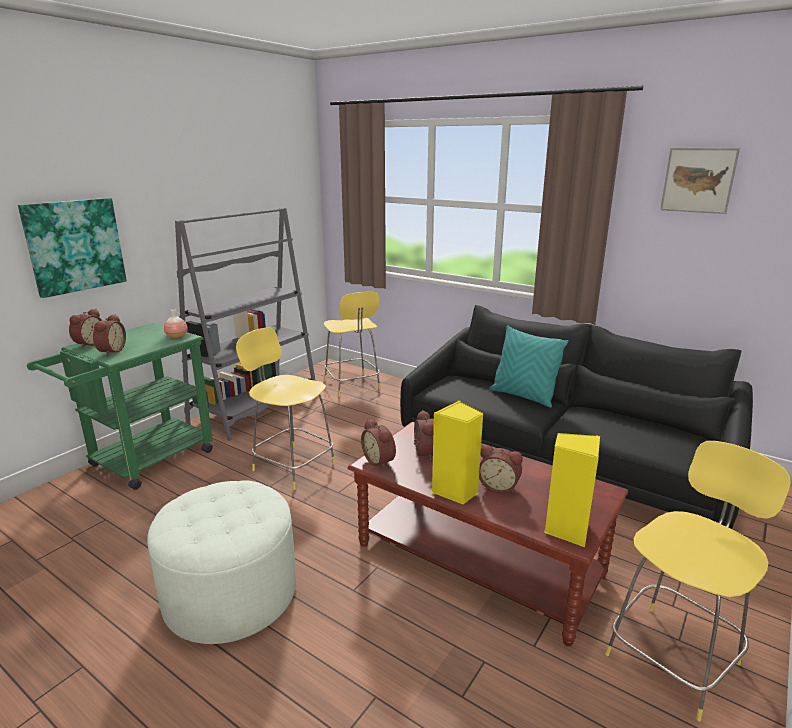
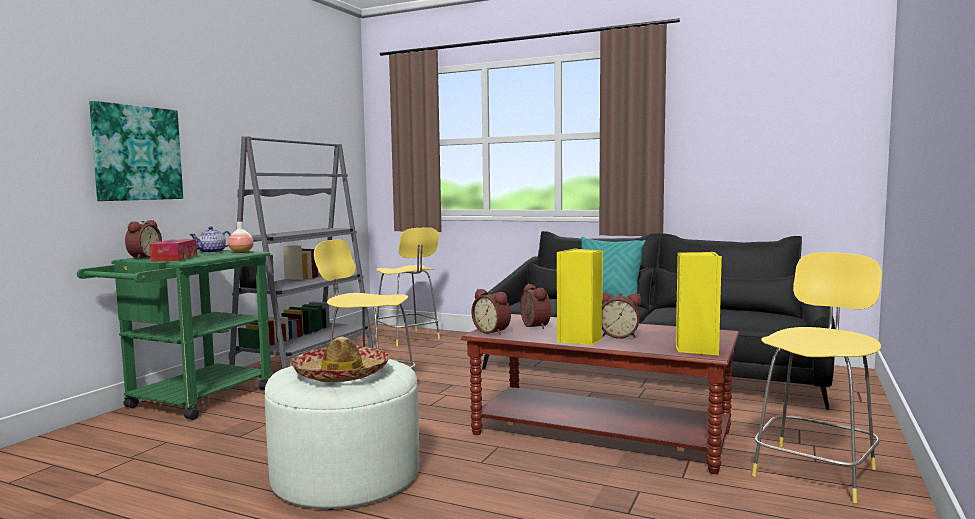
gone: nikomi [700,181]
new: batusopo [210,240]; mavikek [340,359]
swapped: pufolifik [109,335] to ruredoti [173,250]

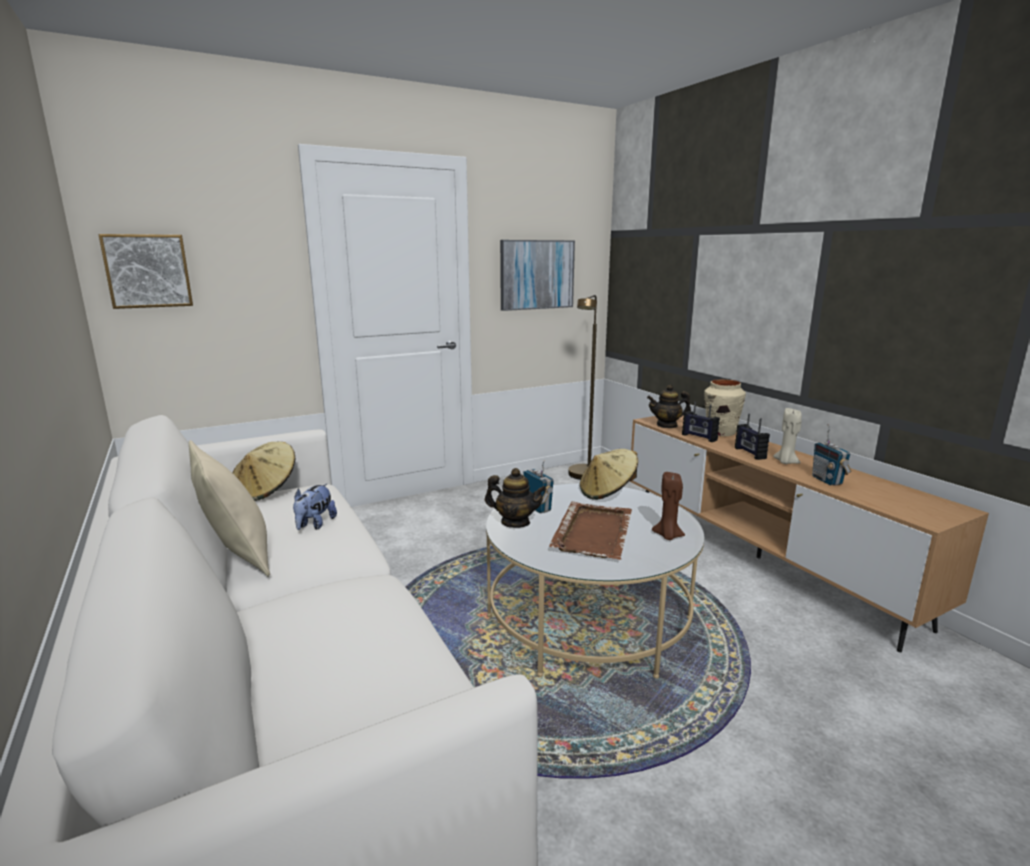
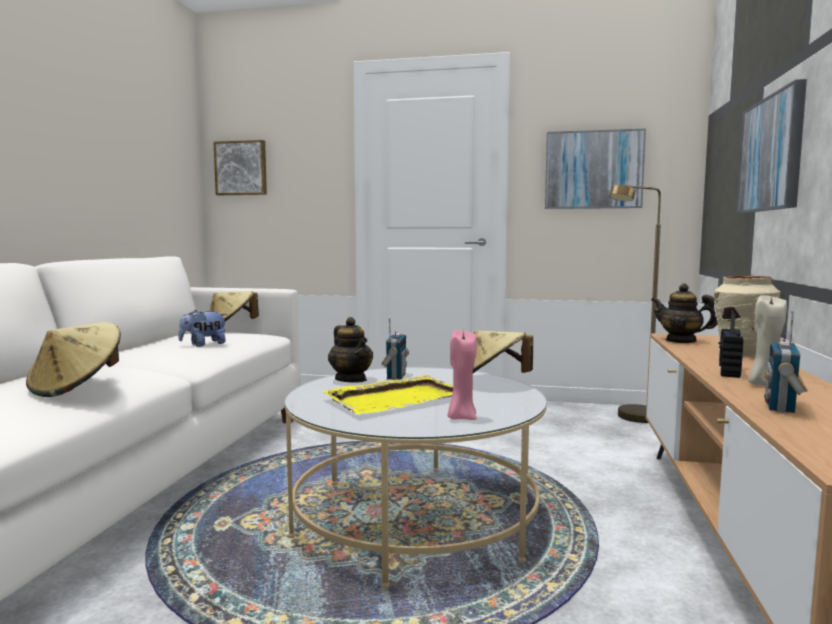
gone: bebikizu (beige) [229,508]; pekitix [701,421]
new: mavikek (beige) [73,359]; nikomi [771,146]
repainted: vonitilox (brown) [591,530] to vonitilox (yellow) [387,394]; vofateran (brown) [668,506] to vofateran (pink) [462,375]

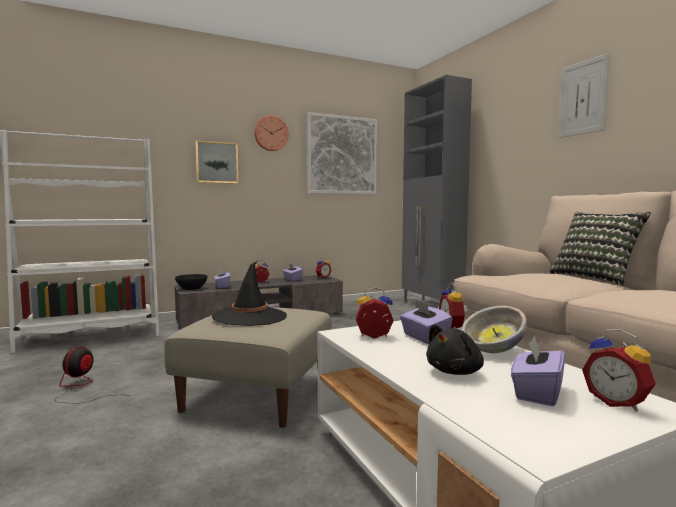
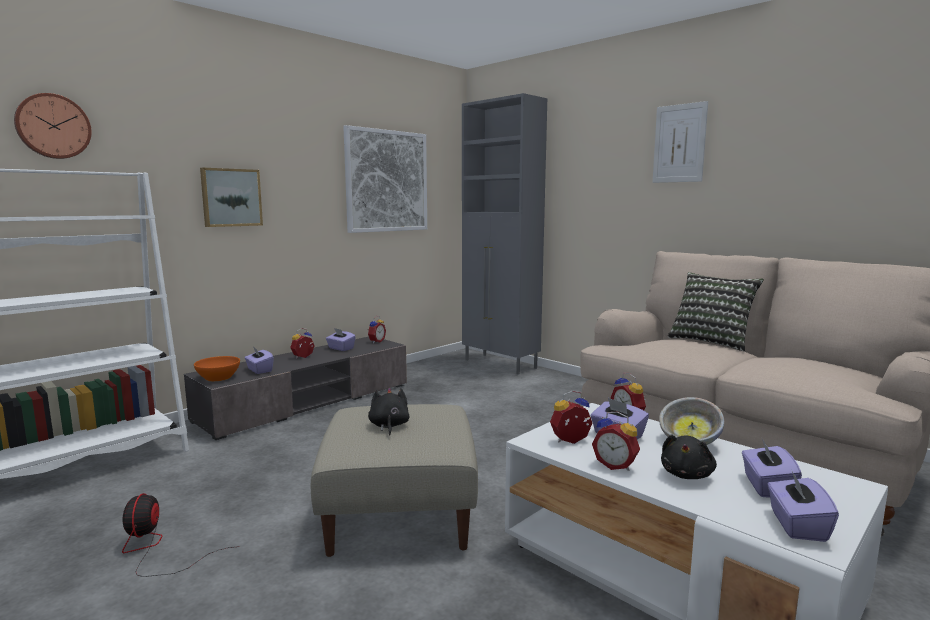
new: ruredoti (purple) [803,505]
shifted: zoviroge [271,133] to [53,126]; pufolifik [619,370] to [616,441]
swapped: mavikek (black) [249,293] to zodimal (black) [388,412]
repainted: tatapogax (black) [191,282] to tatapogax (orange) [217,368]

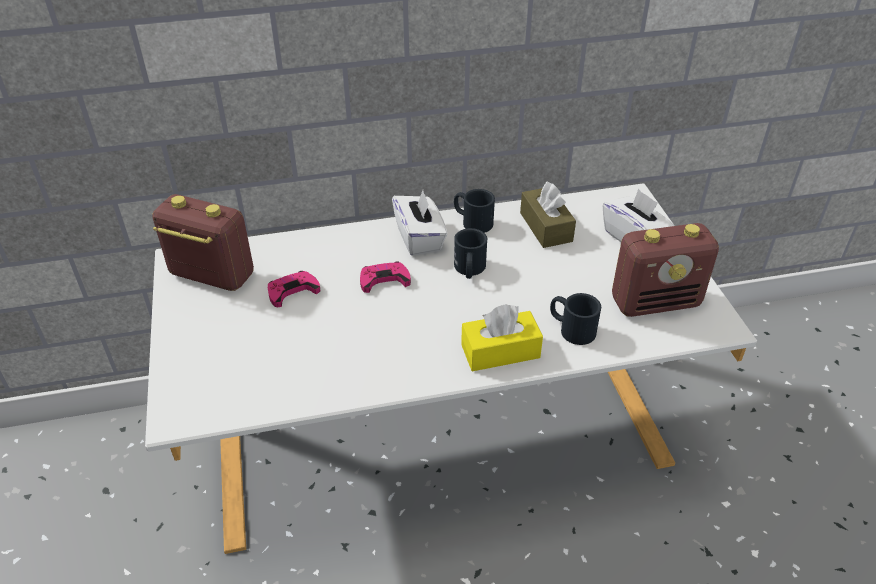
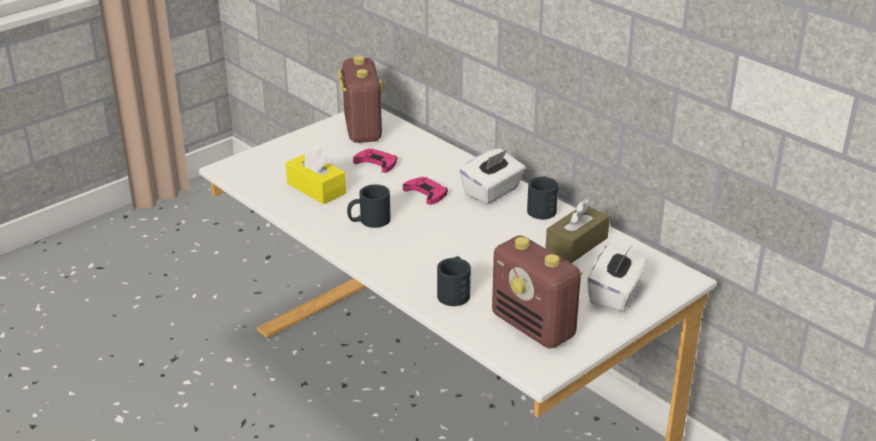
shifted: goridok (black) [470,253] to [369,206]; ruredoti (yellow) [502,337] to [316,174]

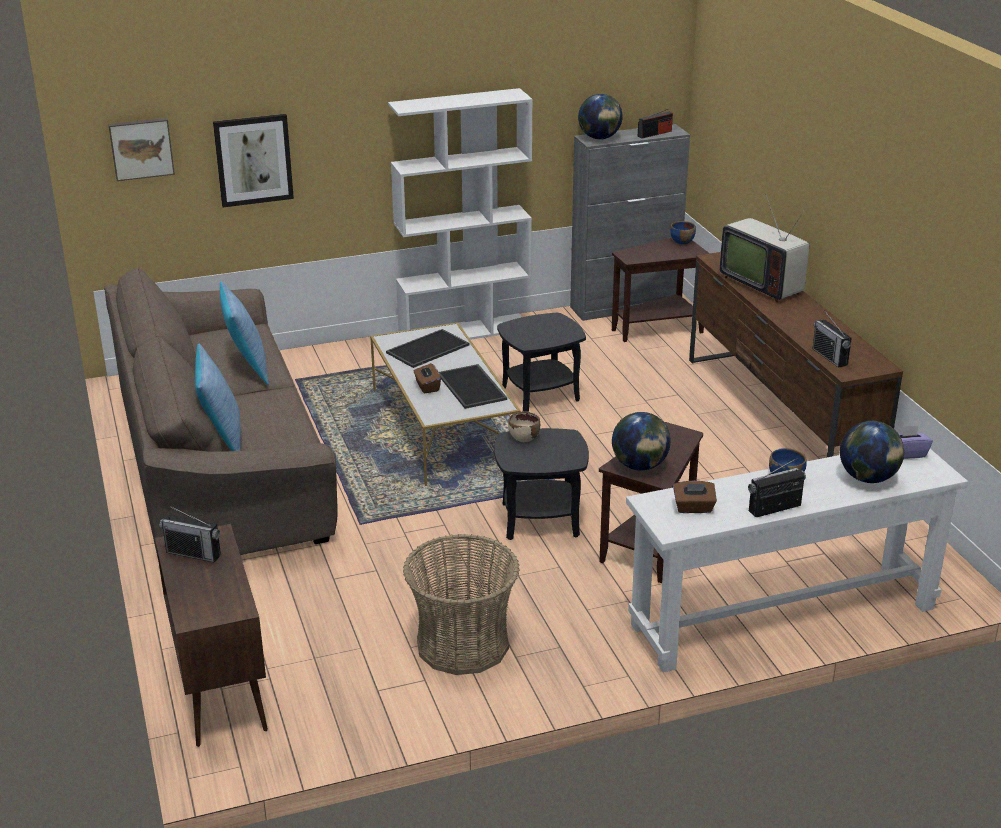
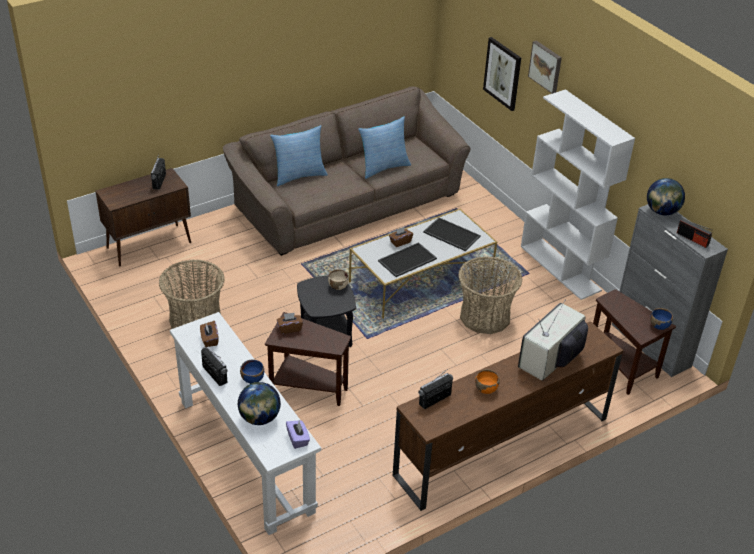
new: tatapogax (orange) [487,381]
shifted: nikomi [141,149] to [545,67]
swapped: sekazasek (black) [541,362] to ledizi [490,295]; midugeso [641,441] to ruredoti (brown) [290,323]

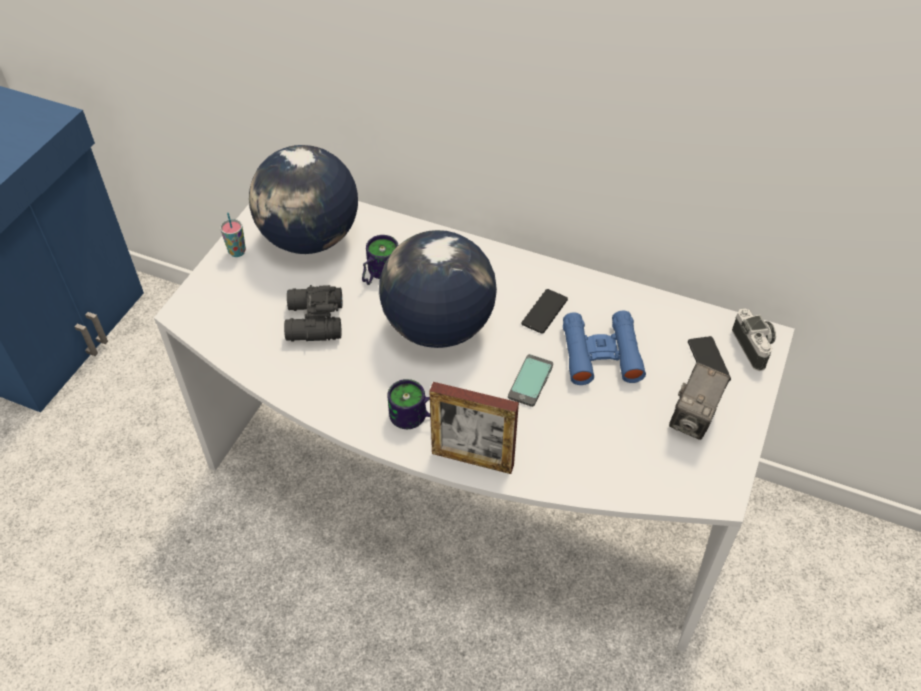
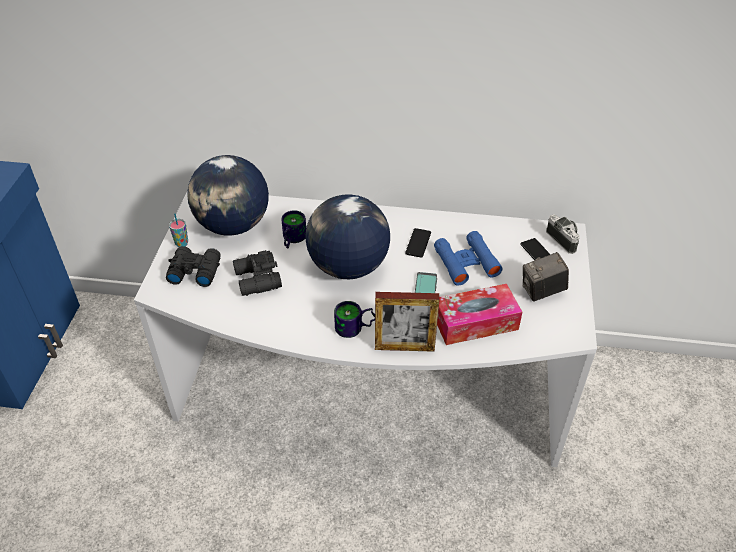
new: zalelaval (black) [193,266]; ruredoti [479,314]
rotated: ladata [699,401] = [545,277] 60 degrees clockwise

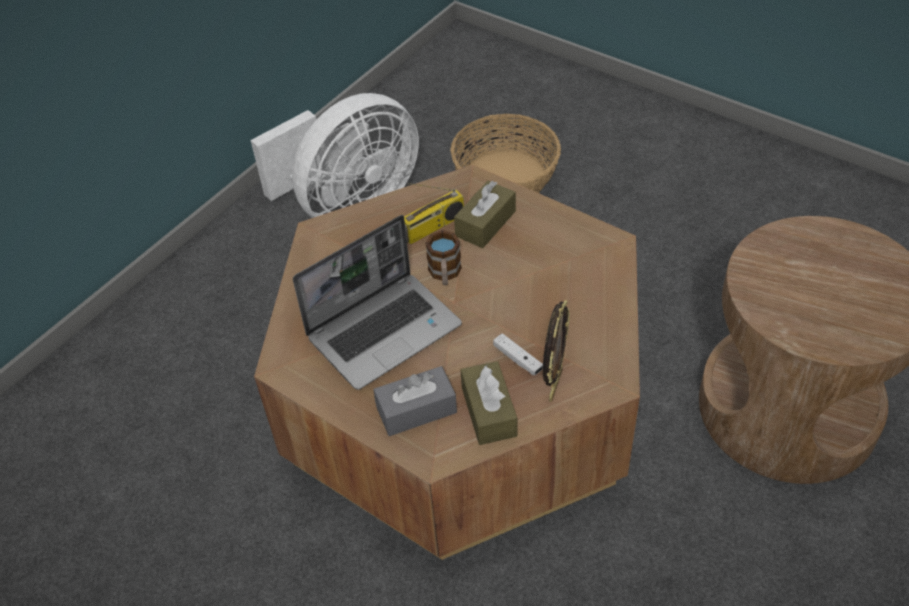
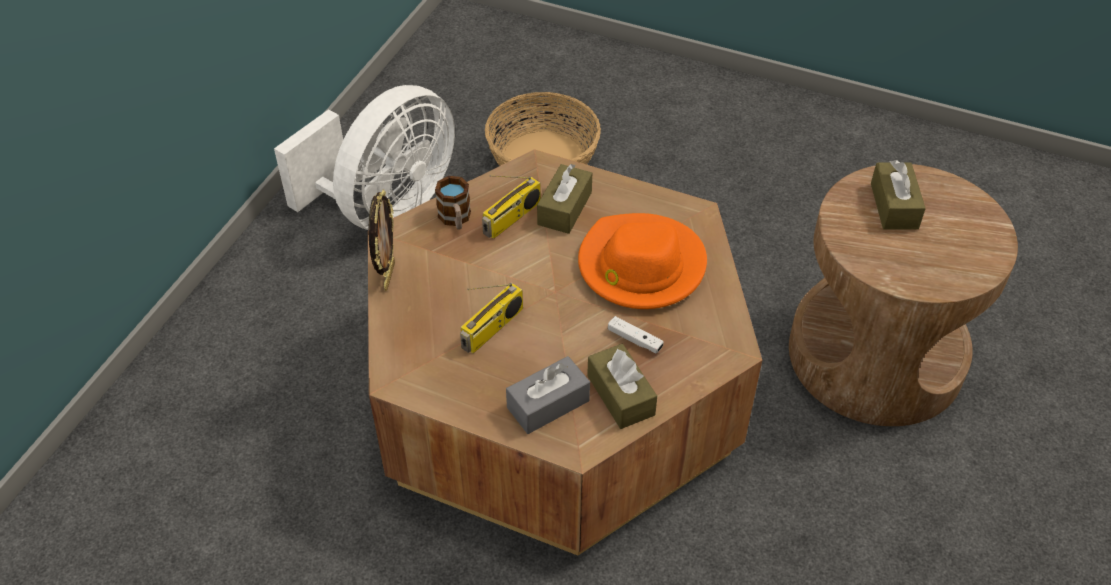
new: mavikek (orange) [642,261]; ruredoti (brown) [898,195]
shifted: goridok [443,257] to [453,203]; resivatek [556,351] to [381,240]
swapped: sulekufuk [377,302] to pekitix [491,318]

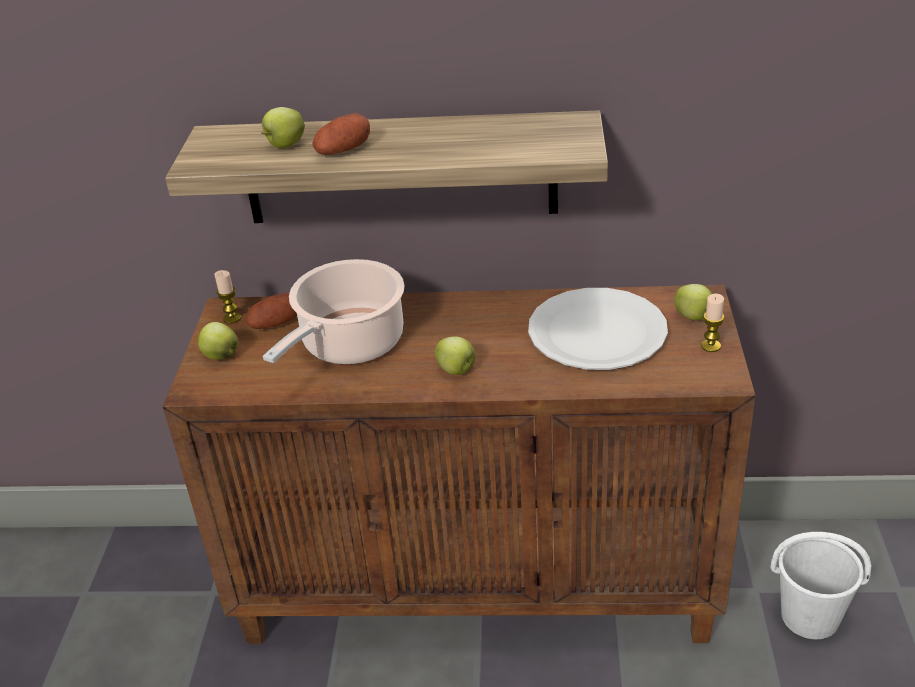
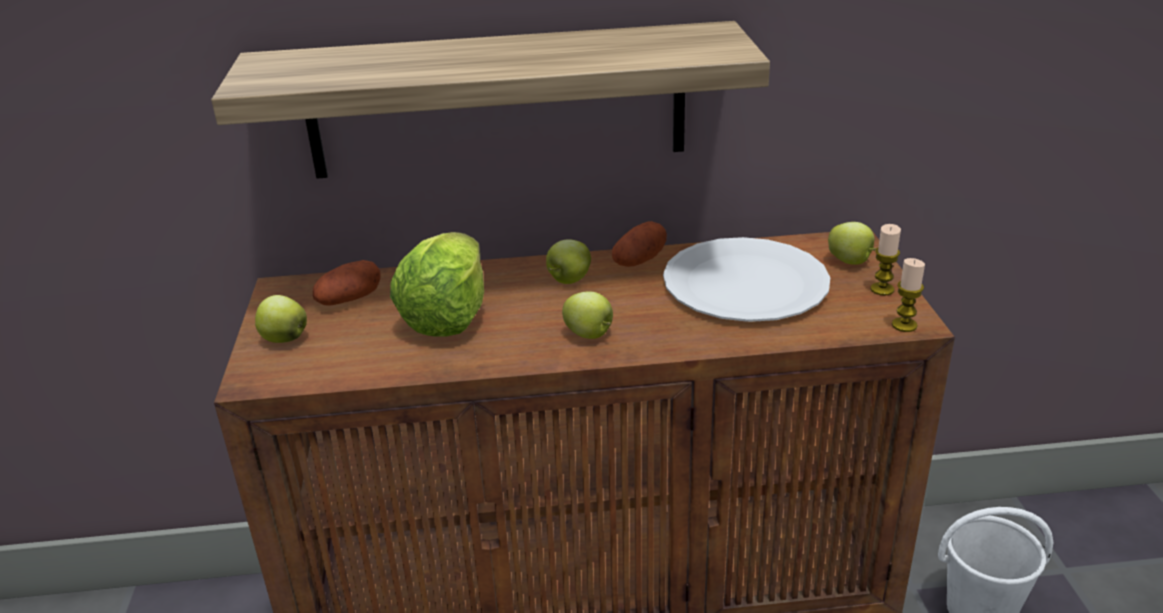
shifted: vofateran [227,297] to [908,295]; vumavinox [283,127] to [568,261]; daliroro [341,134] to [639,244]
swapped: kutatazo [333,311] to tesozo [437,284]

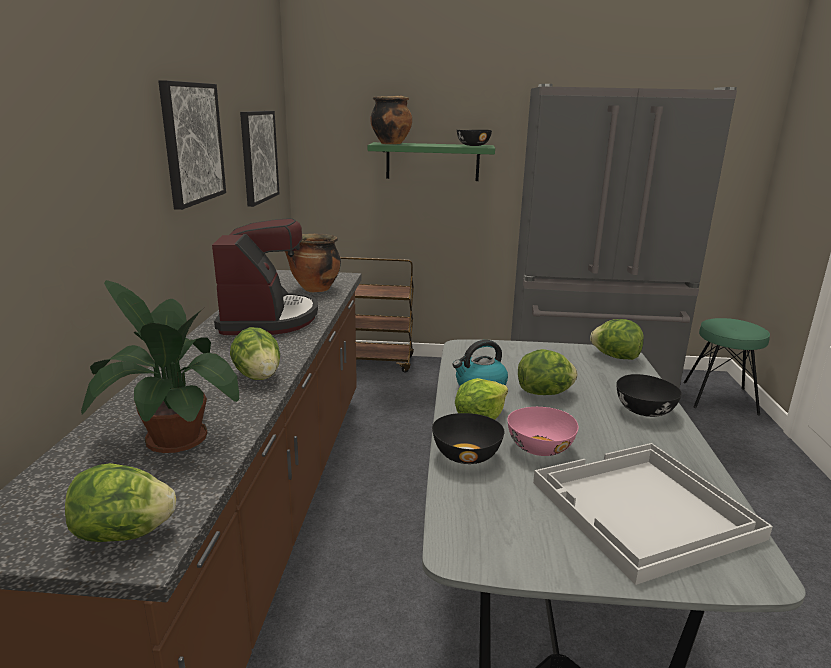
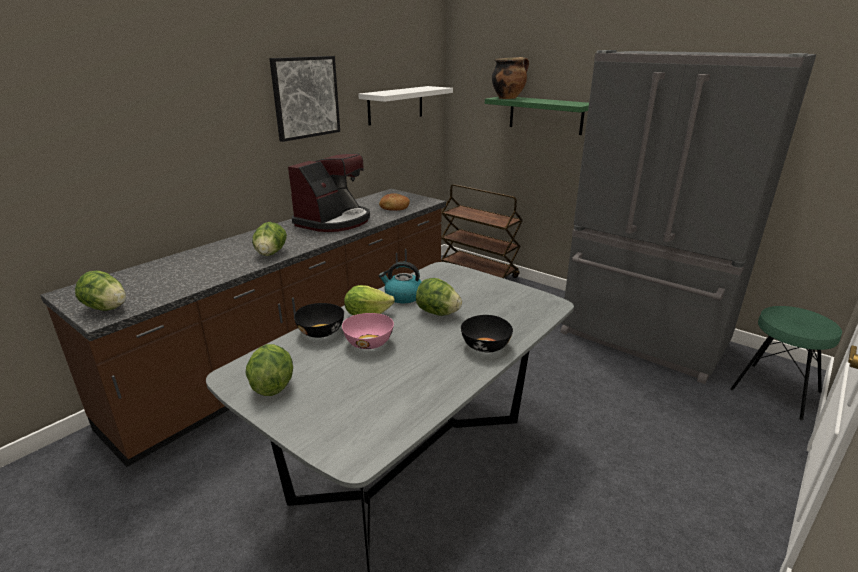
gone: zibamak [160,366]; tatapogax (black) [474,138]; vonitilox (white) [653,514]
shifted: tesozo [617,339] to [269,370]
swapped: nikomi [259,159] to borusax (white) [405,105]; kutatazo [313,263] to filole [394,202]

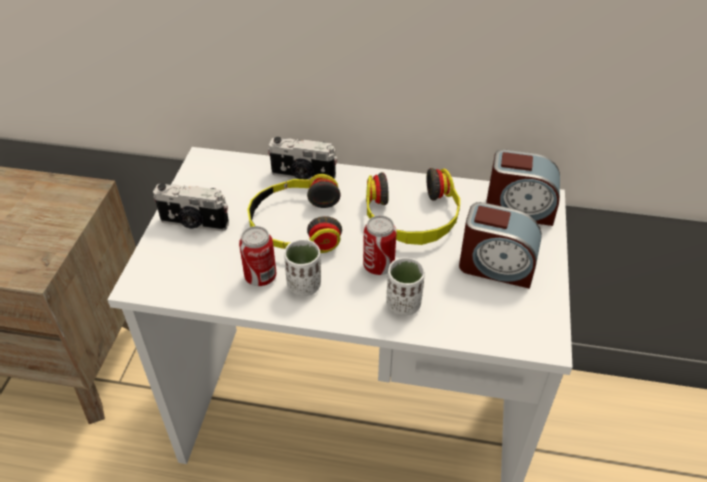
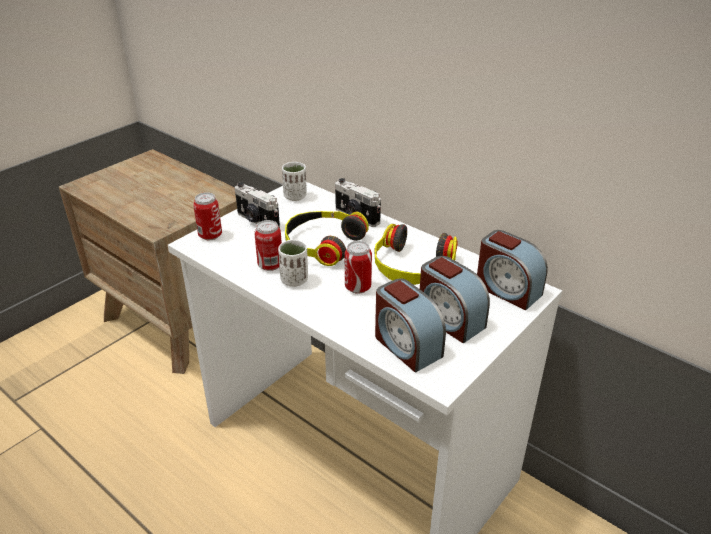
new: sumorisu [207,216]; pufolifik [410,325]
shifted: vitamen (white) [405,286] to [294,181]

